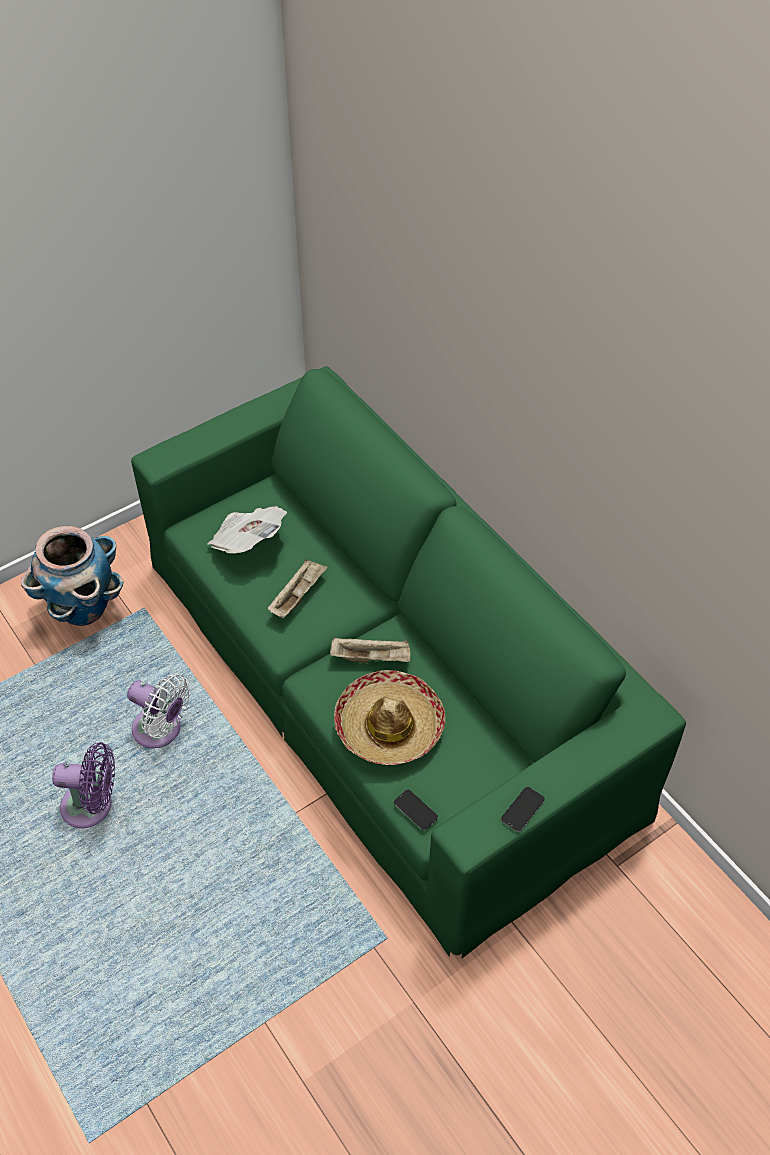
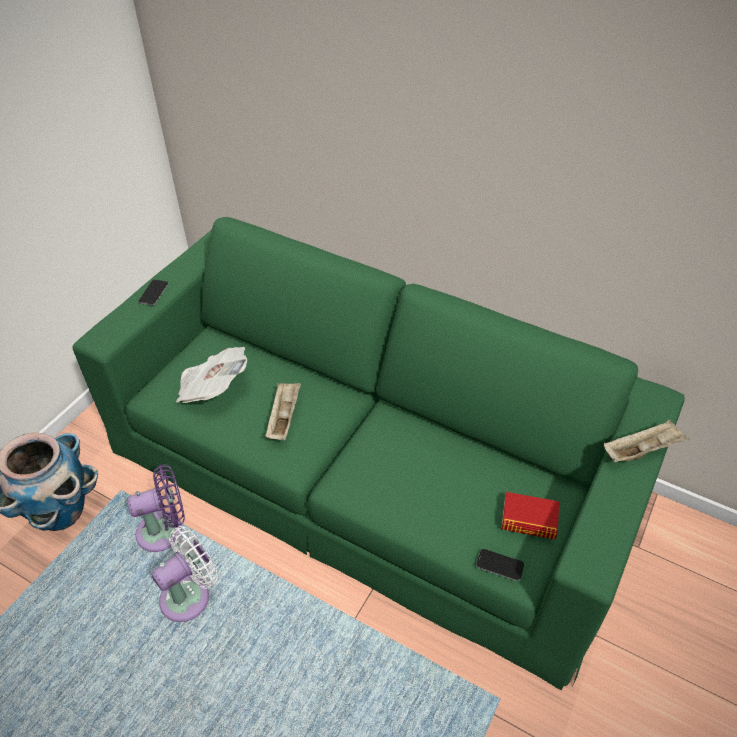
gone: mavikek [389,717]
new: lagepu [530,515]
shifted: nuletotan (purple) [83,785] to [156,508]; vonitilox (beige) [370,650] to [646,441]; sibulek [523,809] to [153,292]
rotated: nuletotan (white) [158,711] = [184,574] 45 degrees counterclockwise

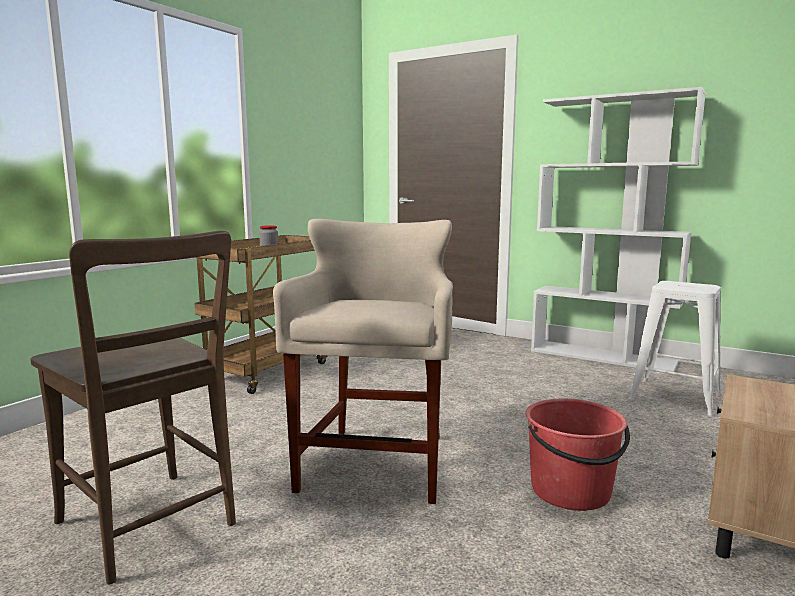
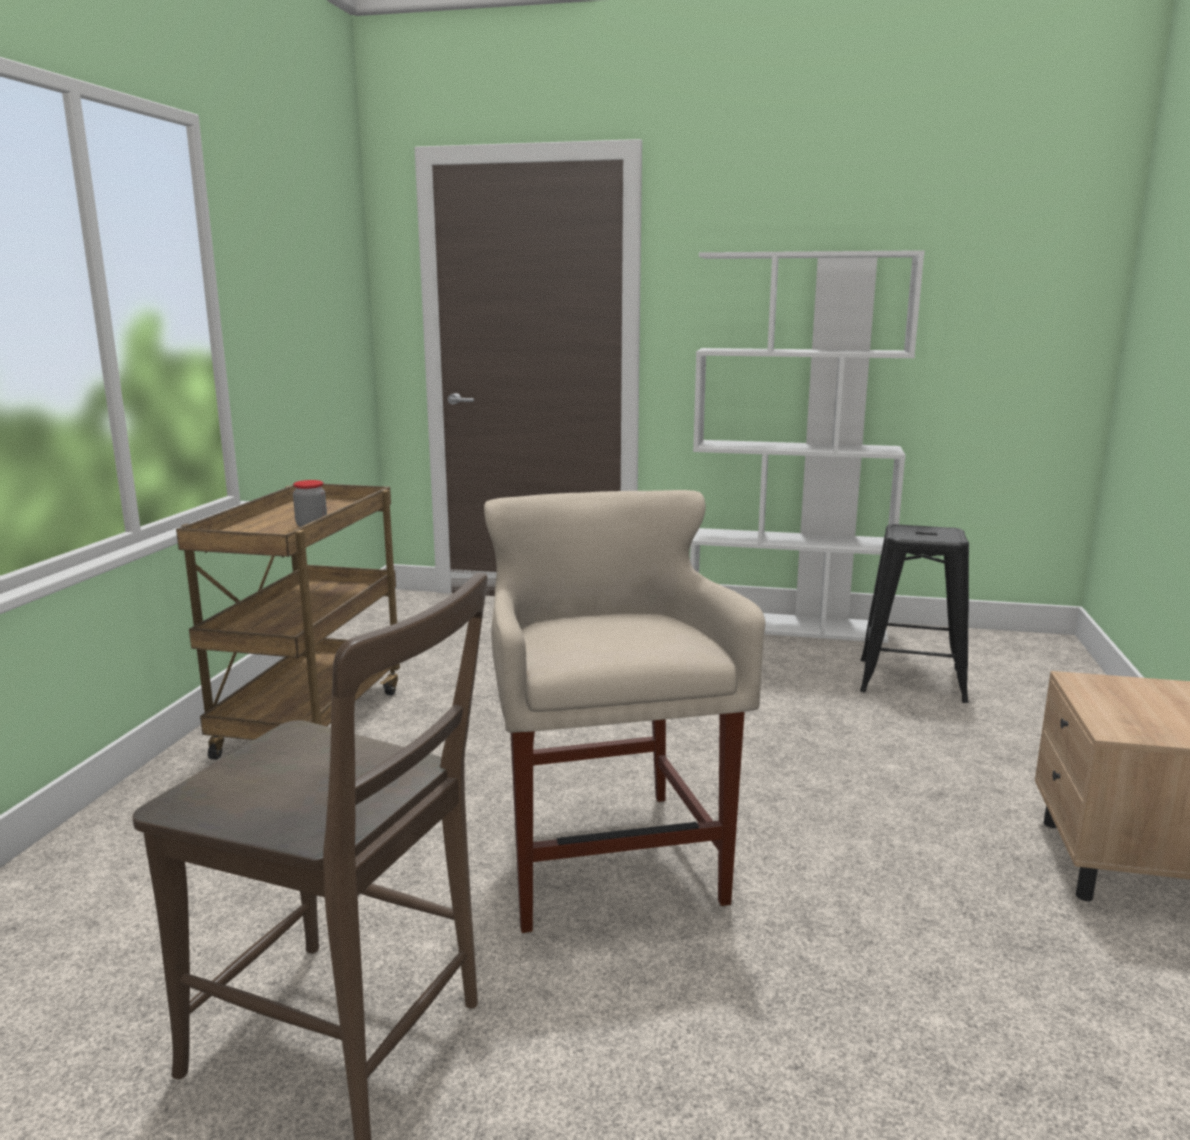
gone: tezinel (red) [577,455]
repainted: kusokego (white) [675,348] to kusokego (black) [914,613]

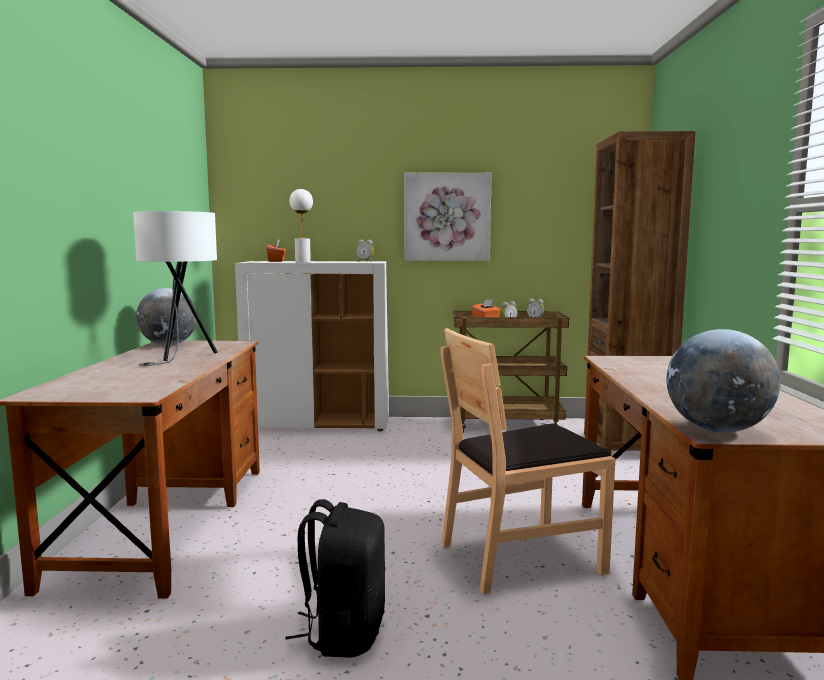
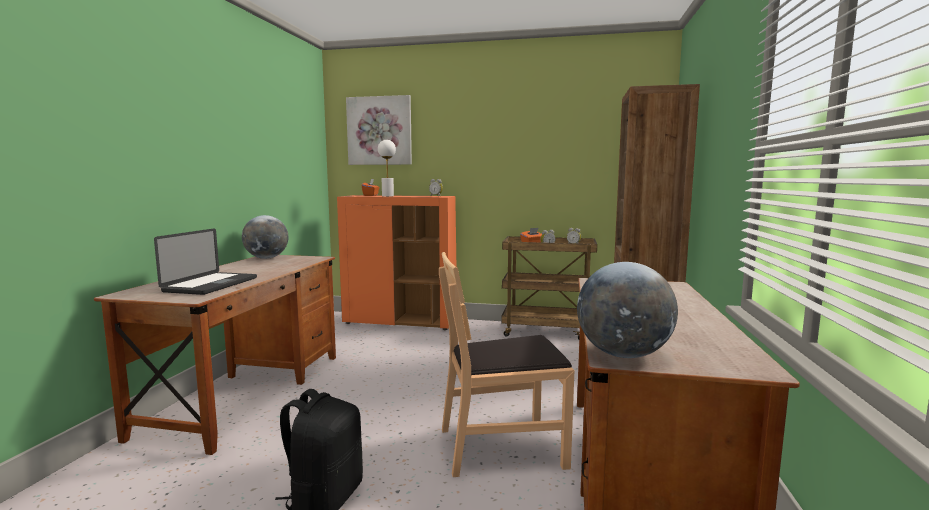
gone: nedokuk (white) [175,288]
new: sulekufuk [205,261]
shifted: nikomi [448,217] to [379,130]
repainted: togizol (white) [312,346] to togizol (orange) [396,262]

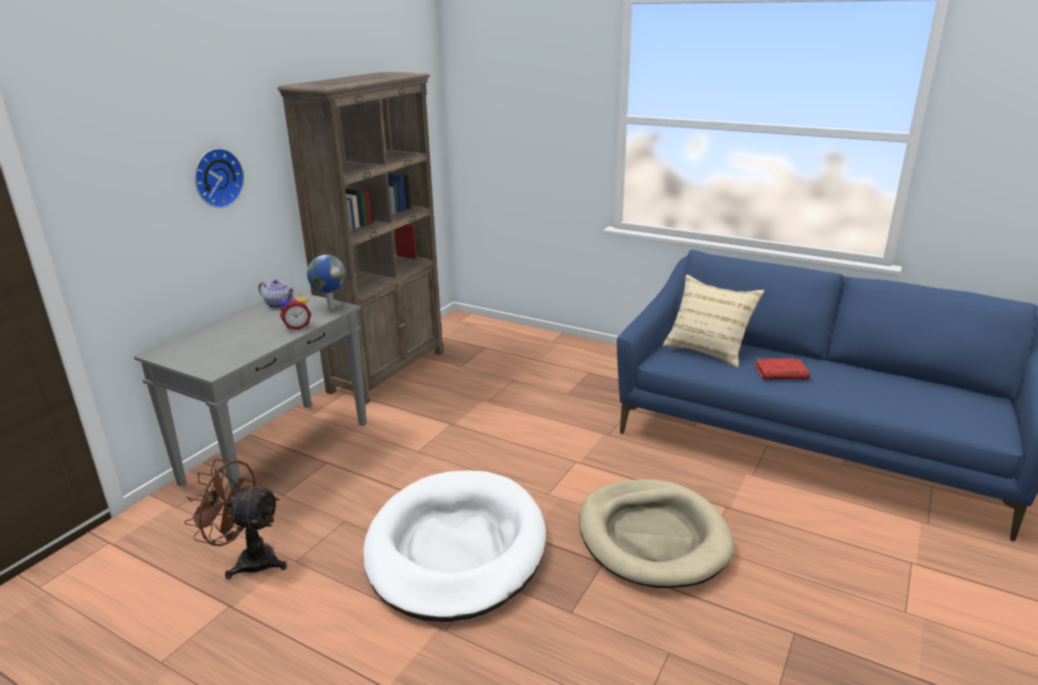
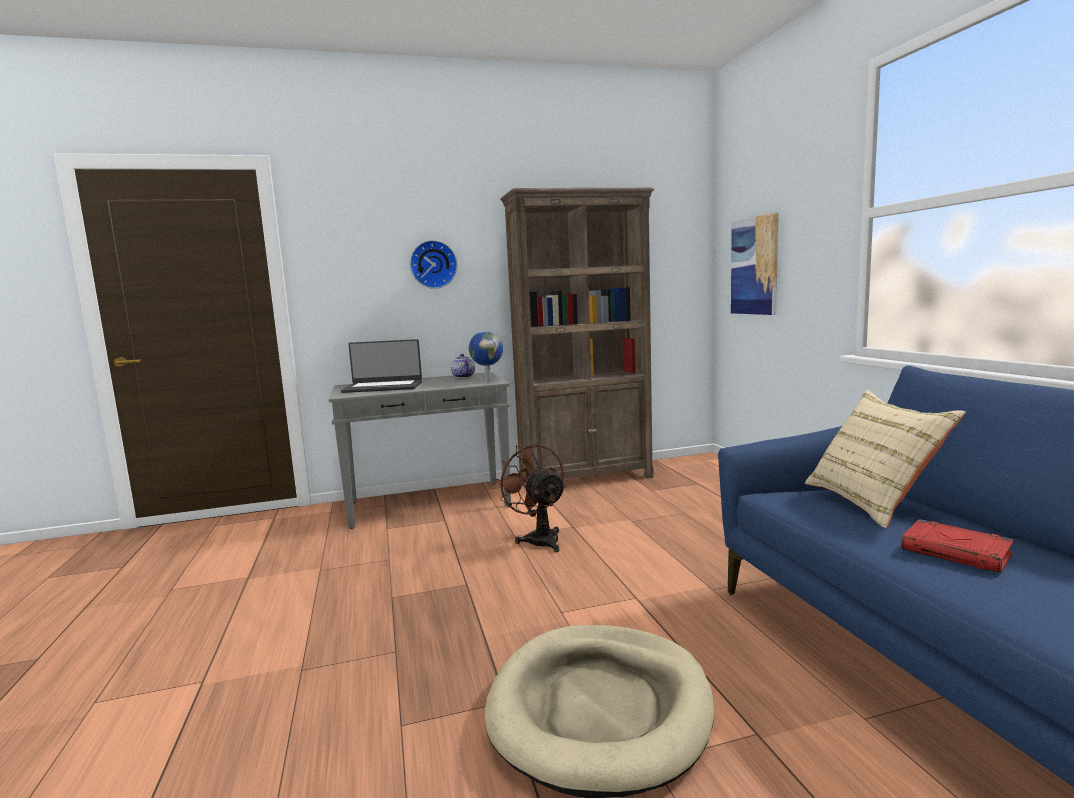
gone: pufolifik [295,311]; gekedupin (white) [454,546]
new: sulekufuk [381,366]; nikomi [755,263]
shifted: nuletotan (brown) [235,519] to [530,497]

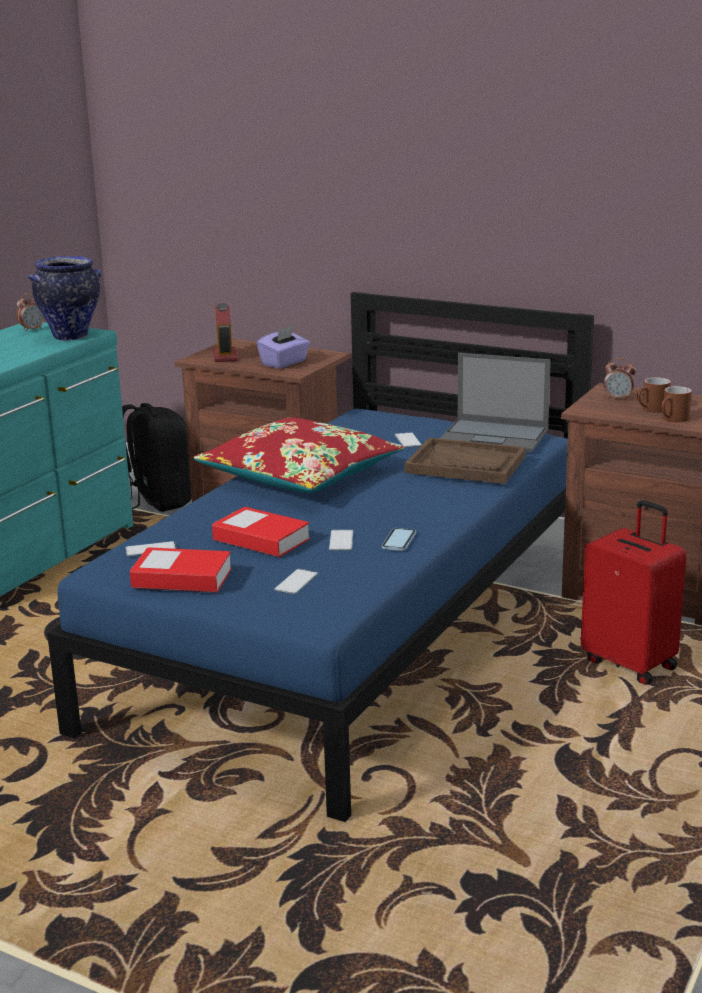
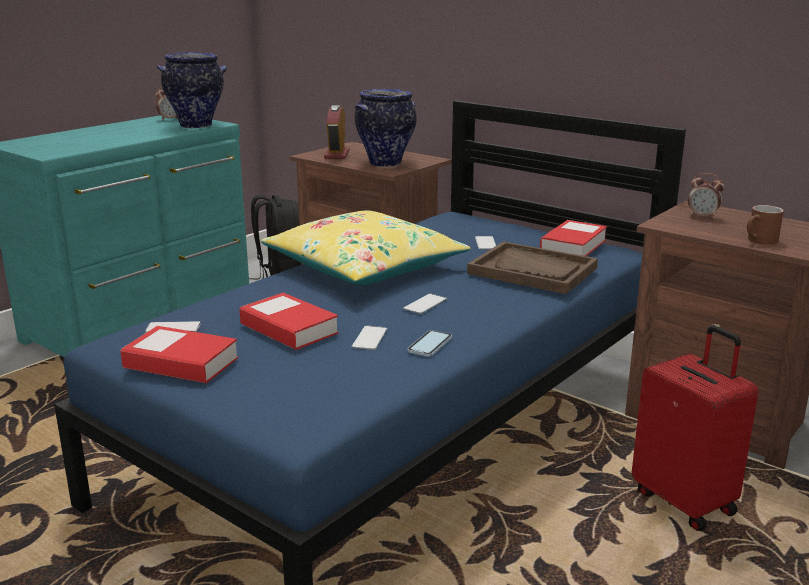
gone: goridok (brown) [654,395]
shifted: sibulek [296,581] to [425,304]
swapped: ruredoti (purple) [283,347] to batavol [386,128]; sulekufuk [495,402] to lagepu [573,238]
repainted: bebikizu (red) [299,455] to bebikizu (yellow) [366,248]

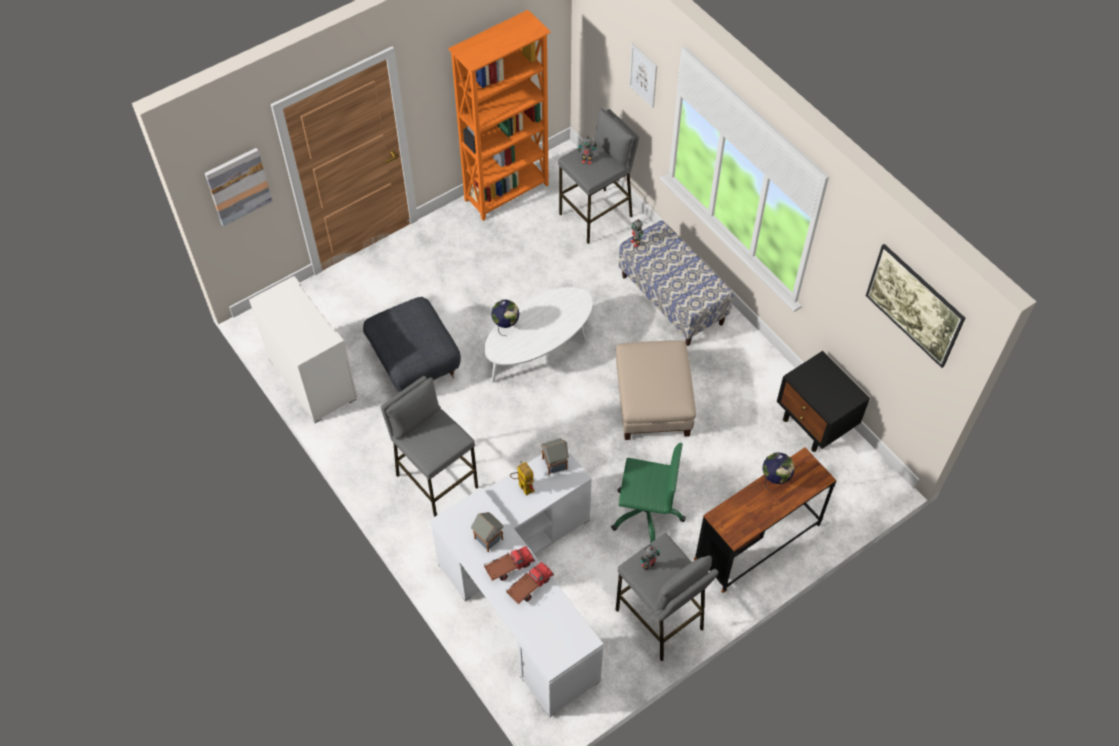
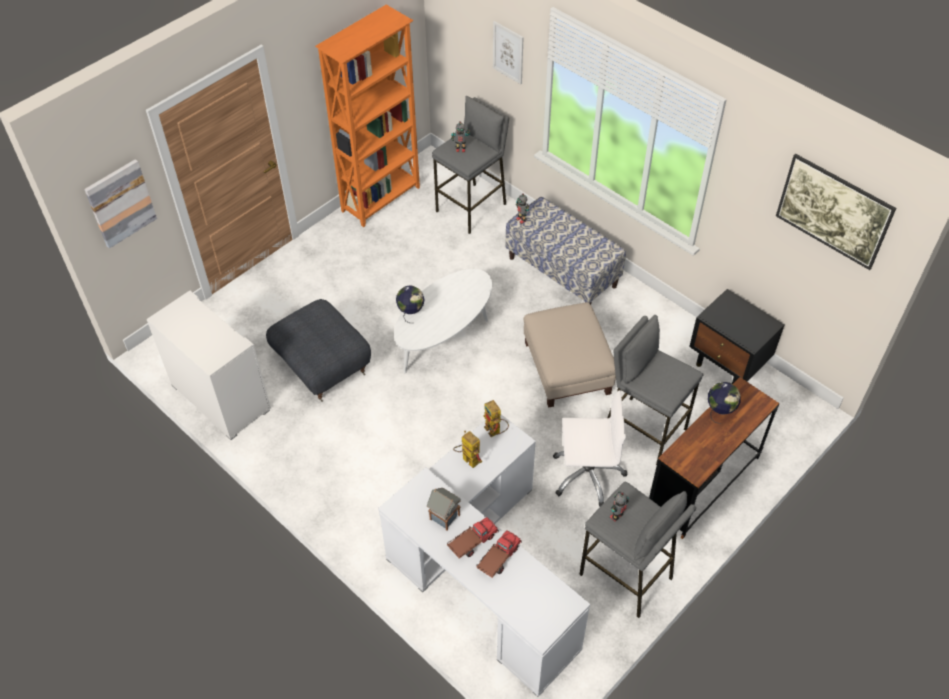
shifted: kusokego (grey) [429,446] to [655,390]
swapped: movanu [555,456] to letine [496,418]
repainted: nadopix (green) [648,493] to nadopix (white) [590,448]

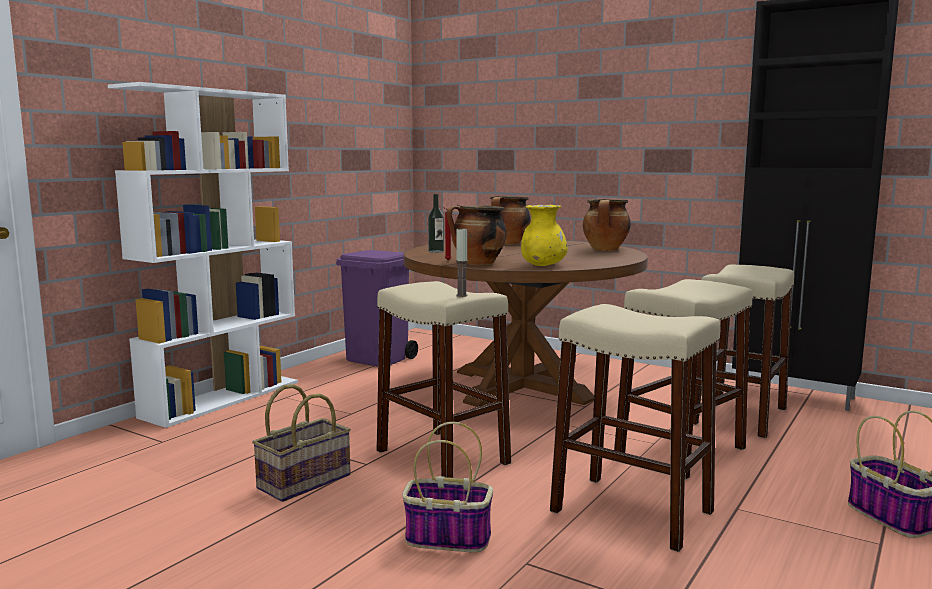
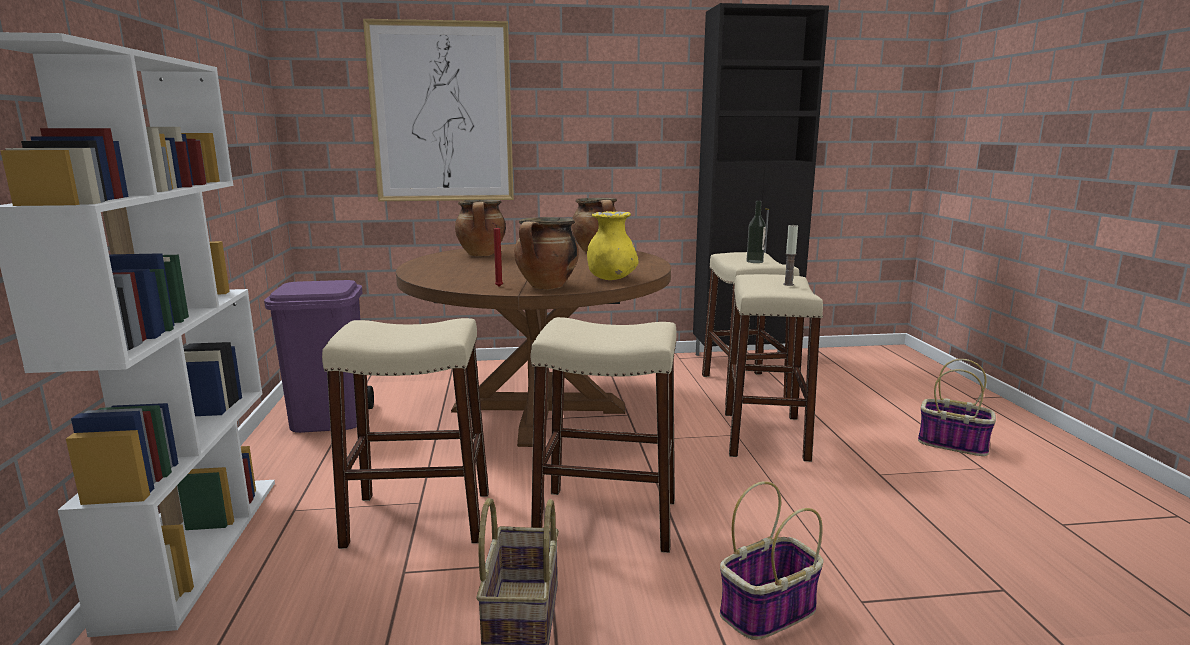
new: nikomi [438,110]
shifted: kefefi [436,223] to [756,232]; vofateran [462,263] to [790,255]; kusokego (beige) [635,428] to [405,433]

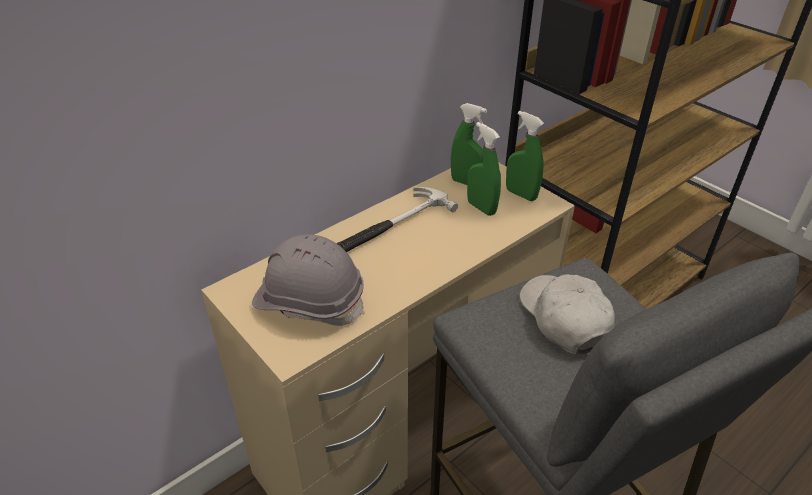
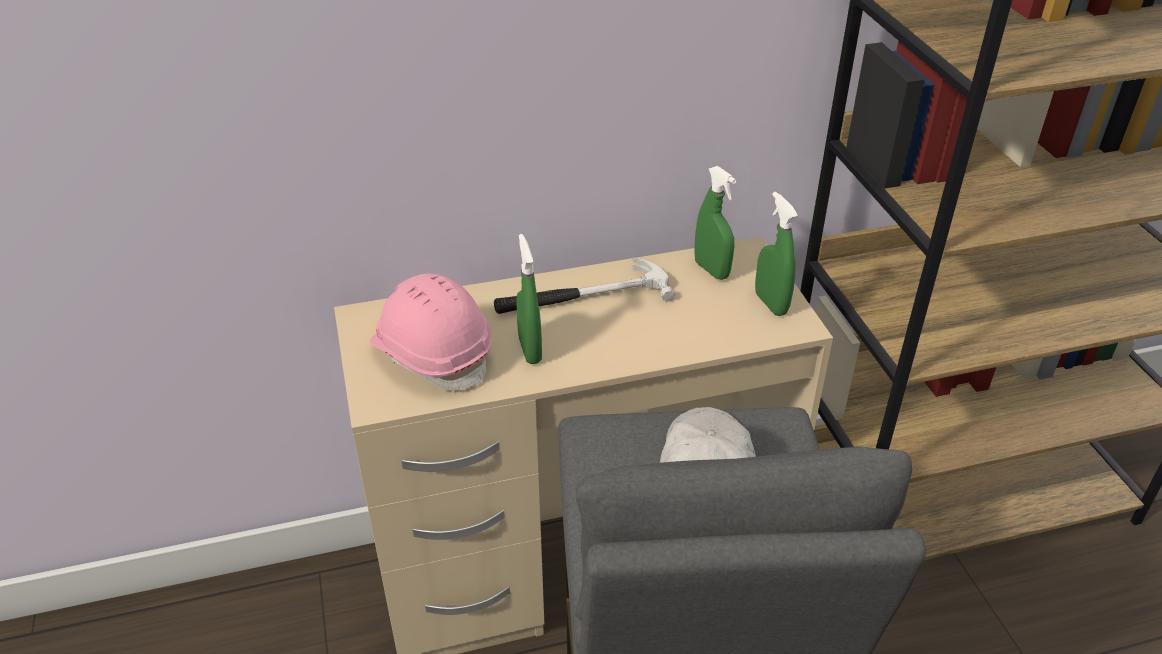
shifted: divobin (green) [484,169] to [529,299]
repainted: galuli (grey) [308,280] to galuli (pink) [431,332]

